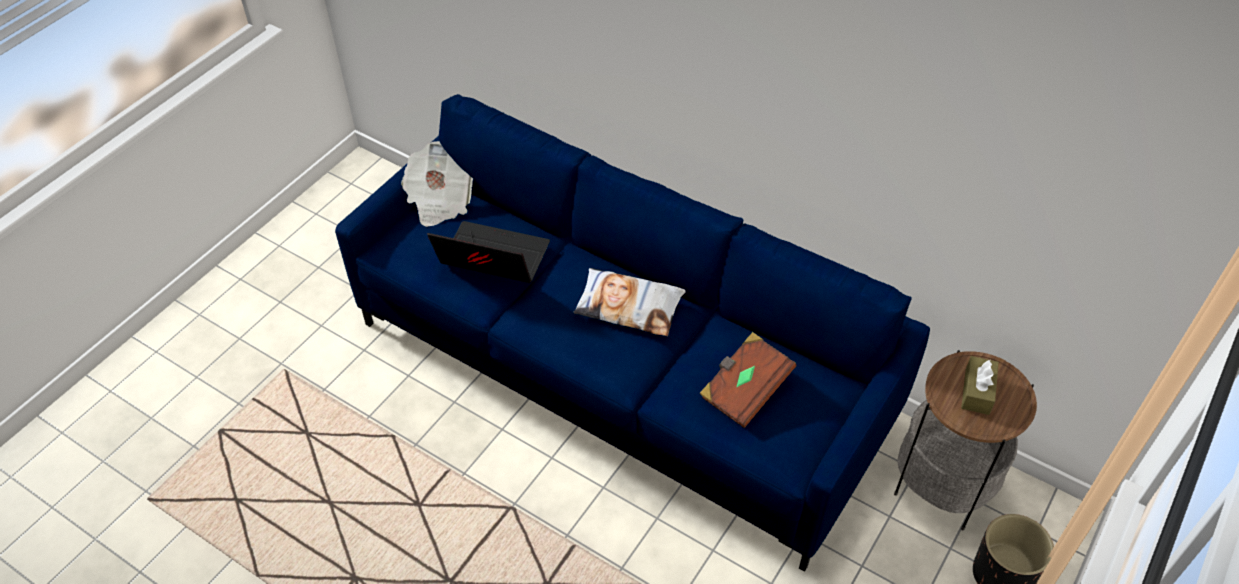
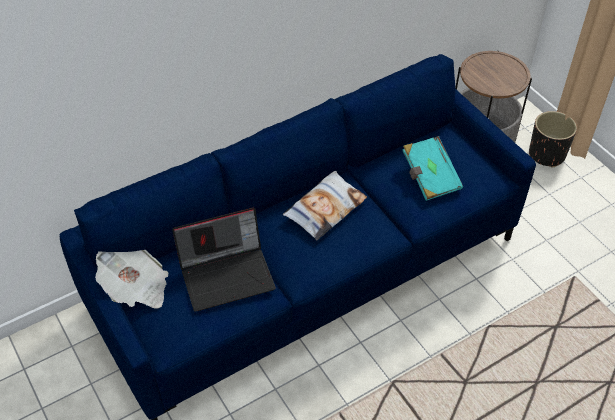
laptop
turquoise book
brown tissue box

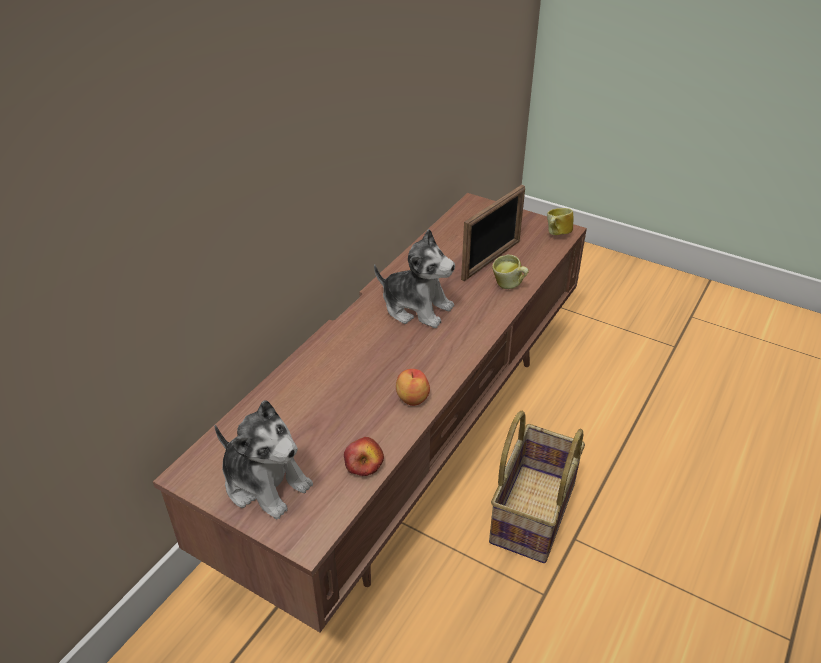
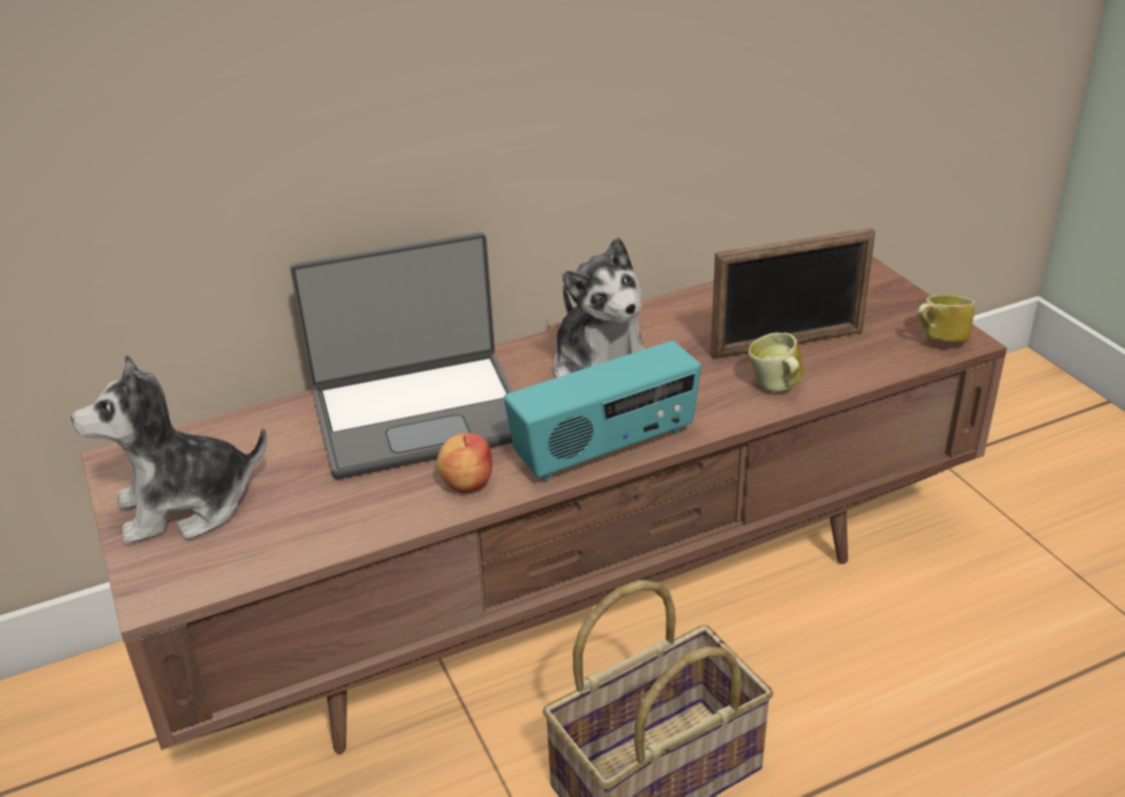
plush toy (no. 1 from left)
apple (no. 1 from left in the first image)
laptop
radio

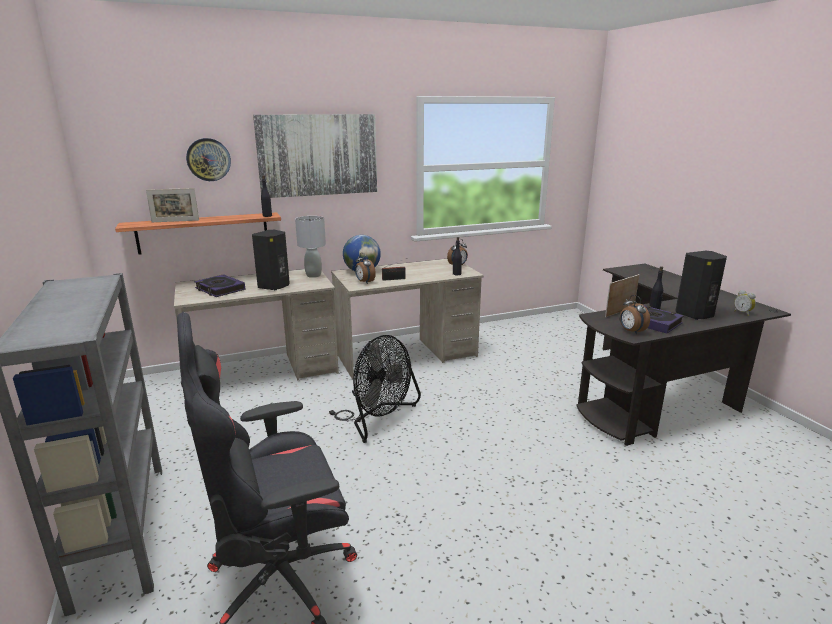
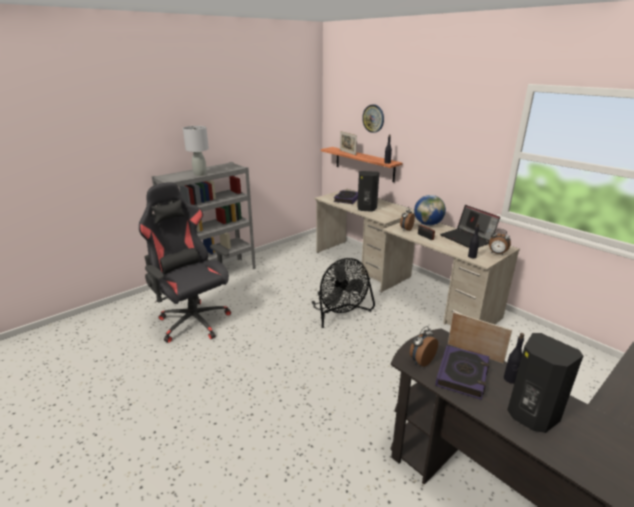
picture
grey table lamp
alarm clock (no. 4 from left in the first image)
black fan
laptop

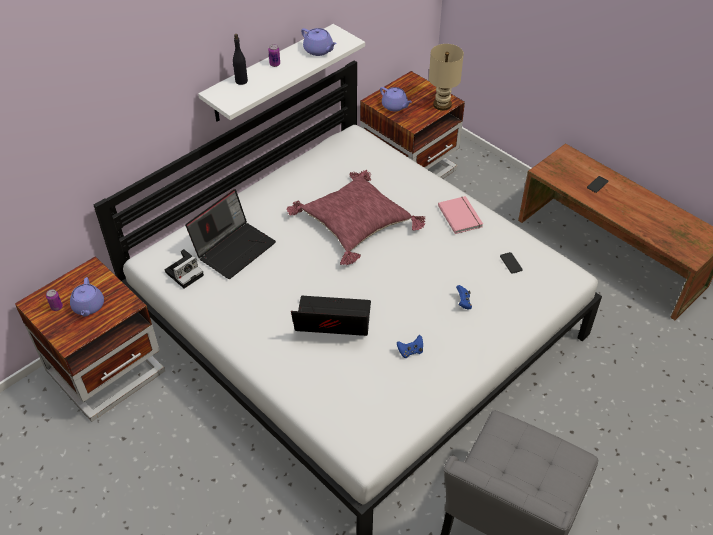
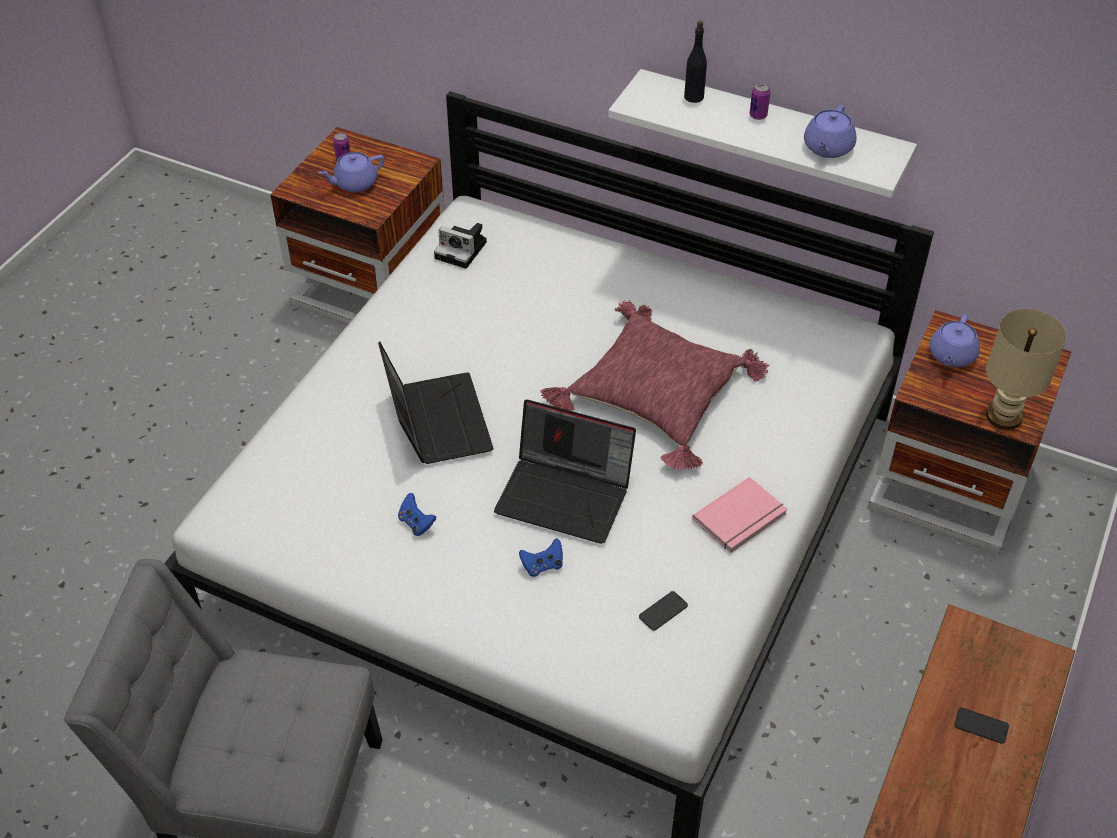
laptop (no. 2 from left)

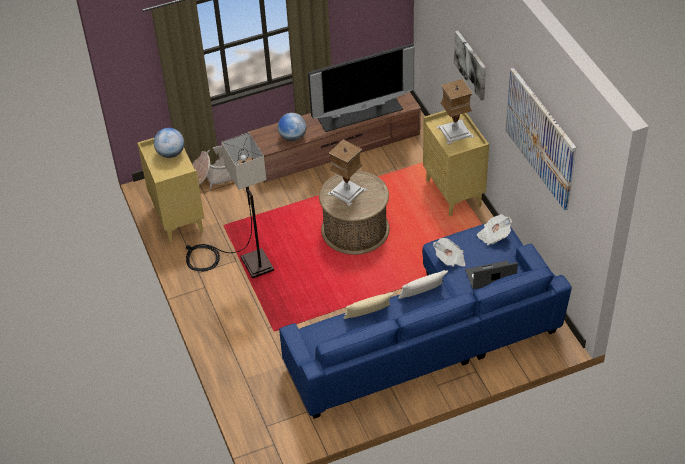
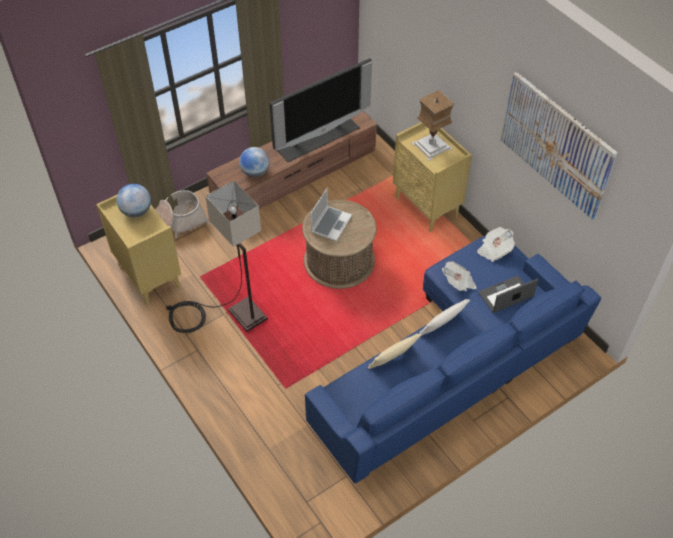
picture (no. 1 from left in the first image)
laptop (no. 1 from left)

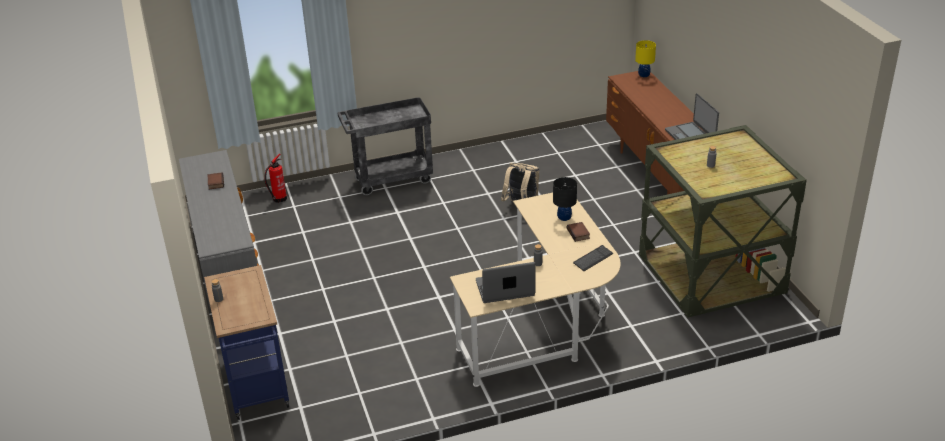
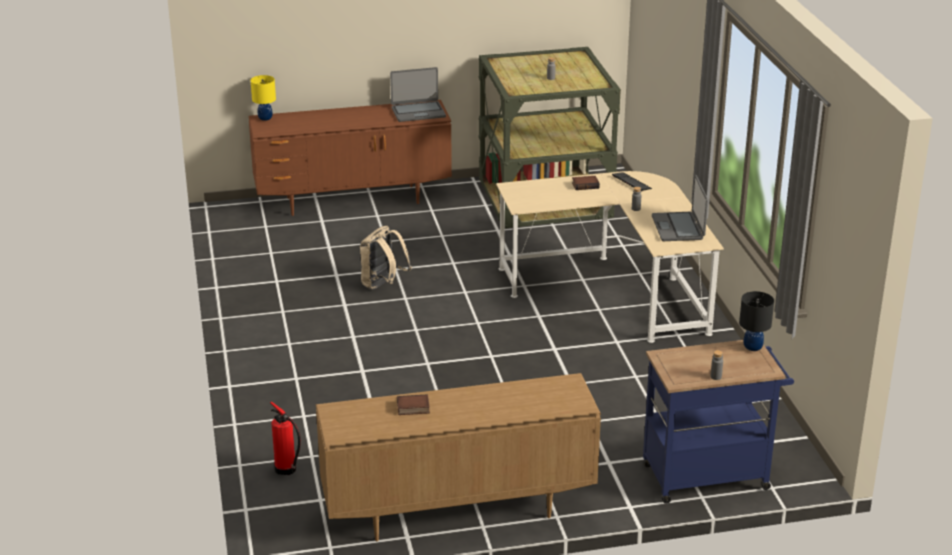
grey cart
brown dresser (no. 2 from left)
black table lamp

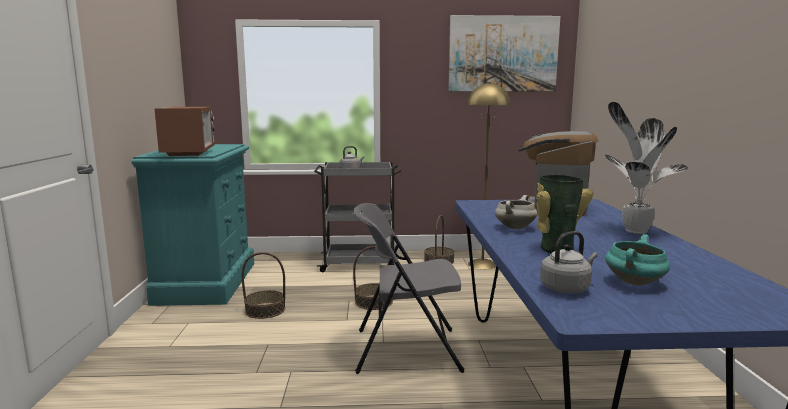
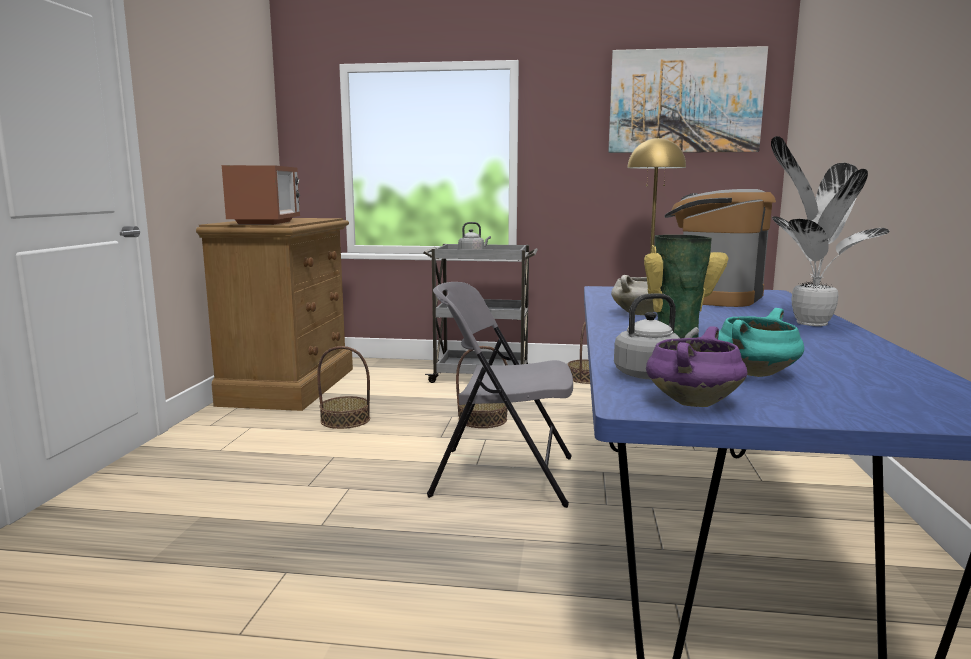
brown dresser
purple cooking pot

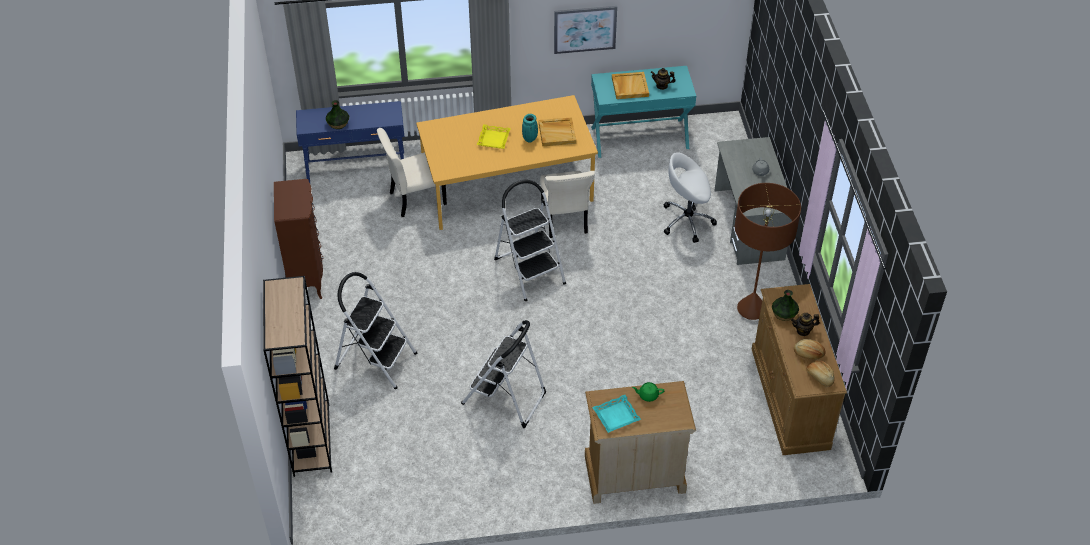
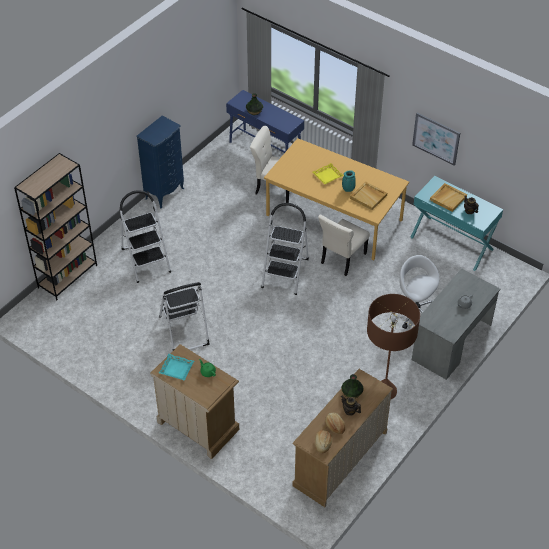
blue dresser

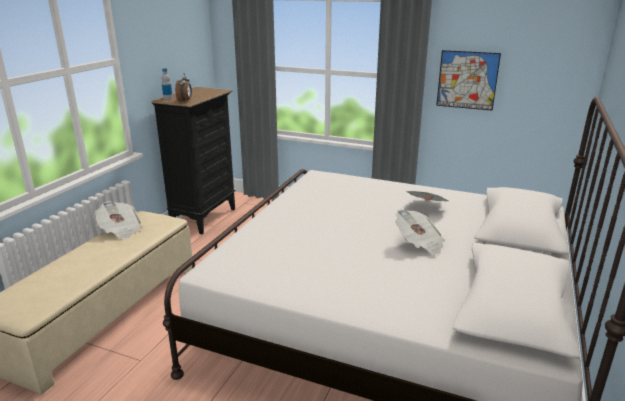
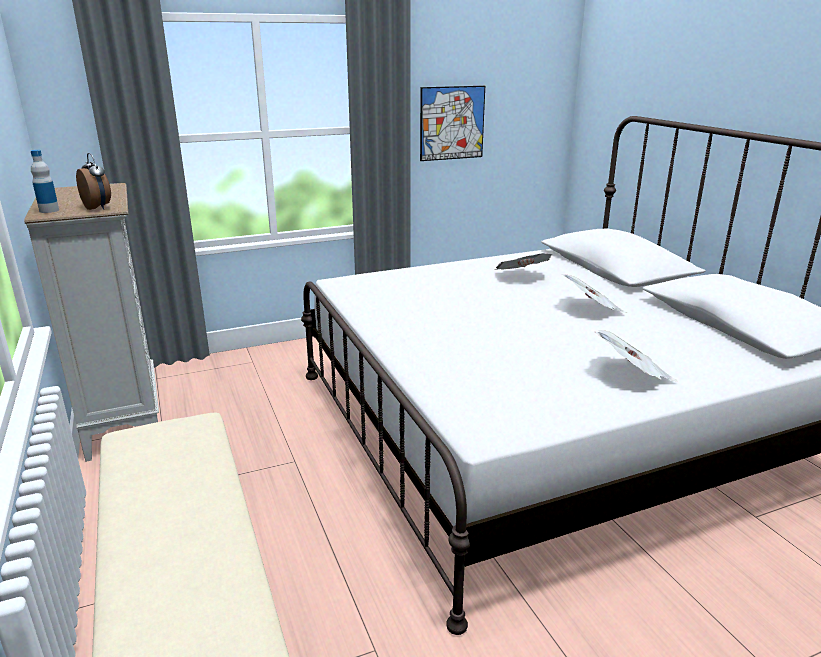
white dresser
newspaper (no. 3 from left)

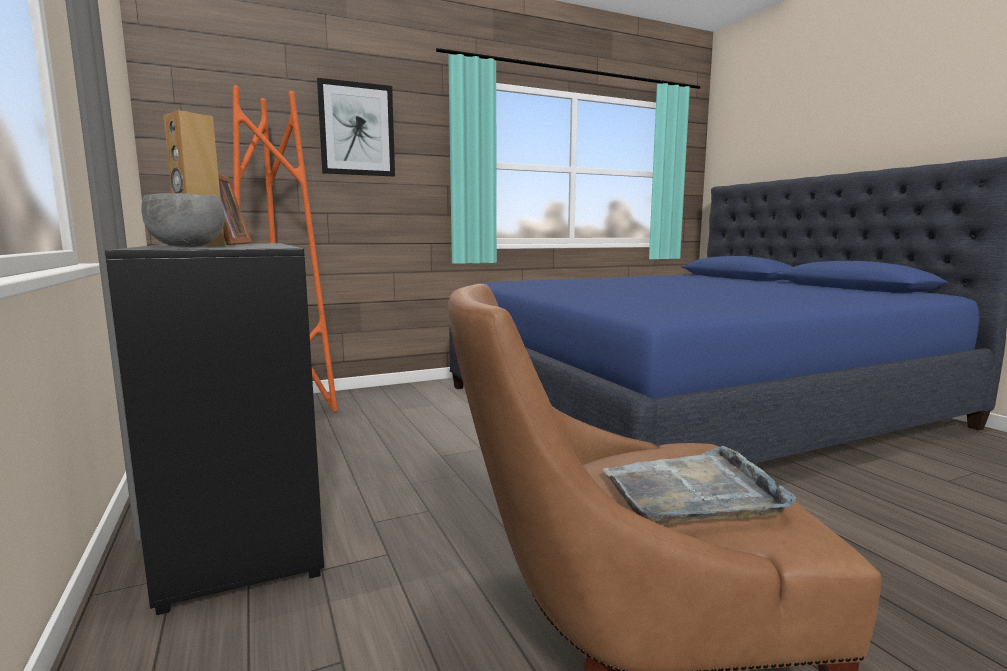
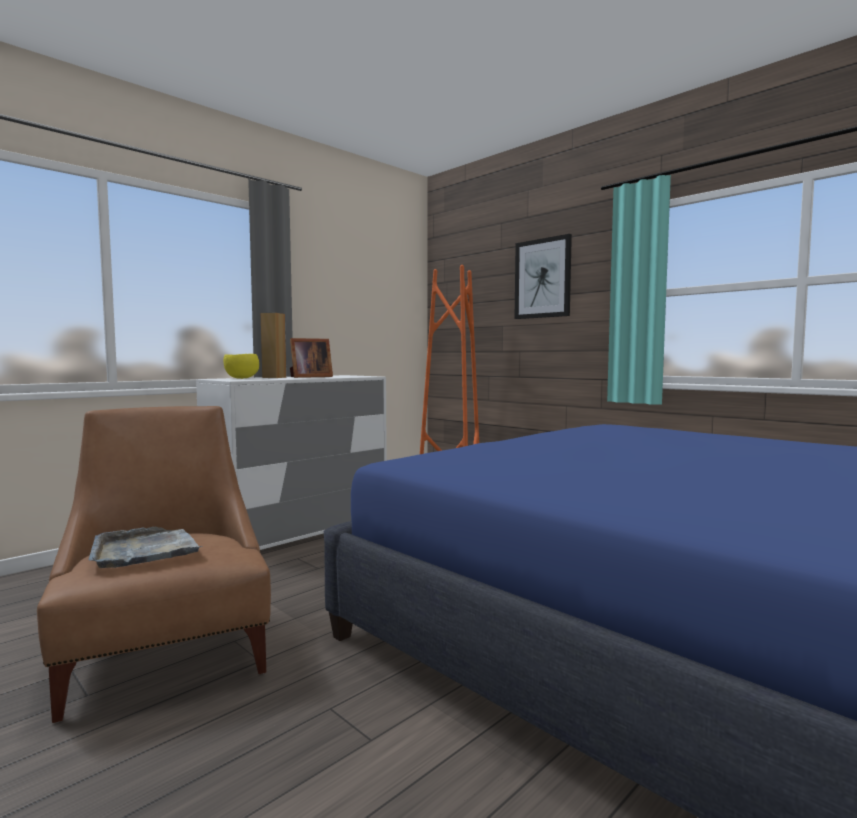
yellow bowl
white dresser

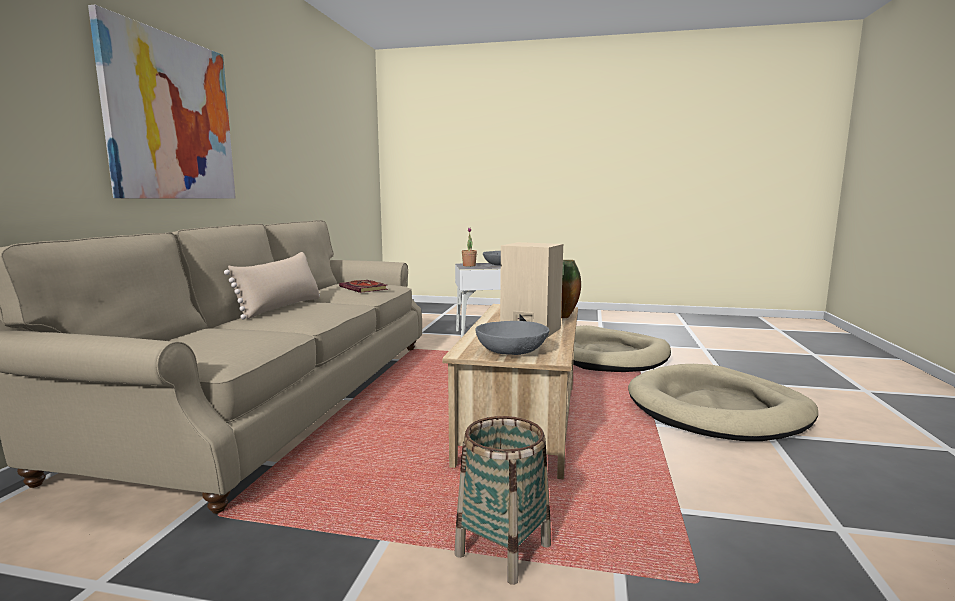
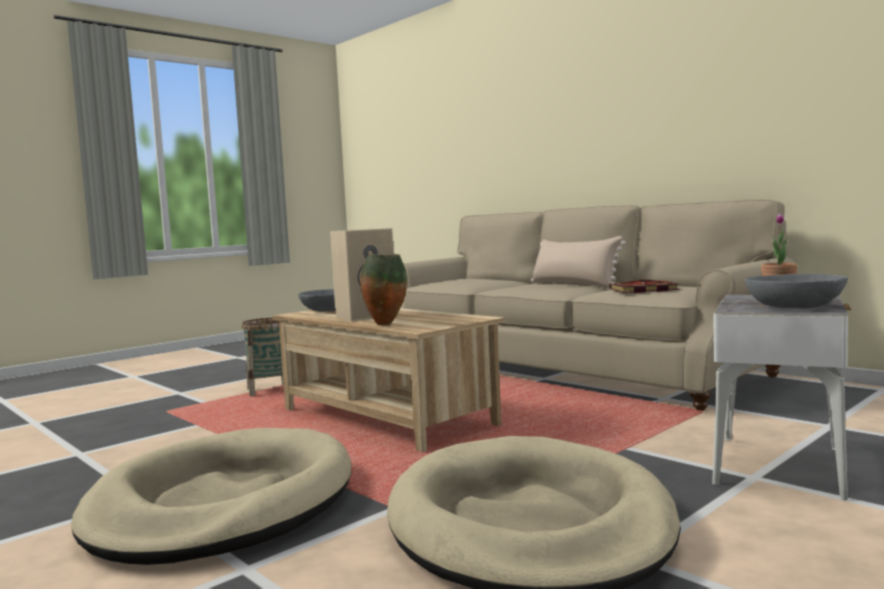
picture

